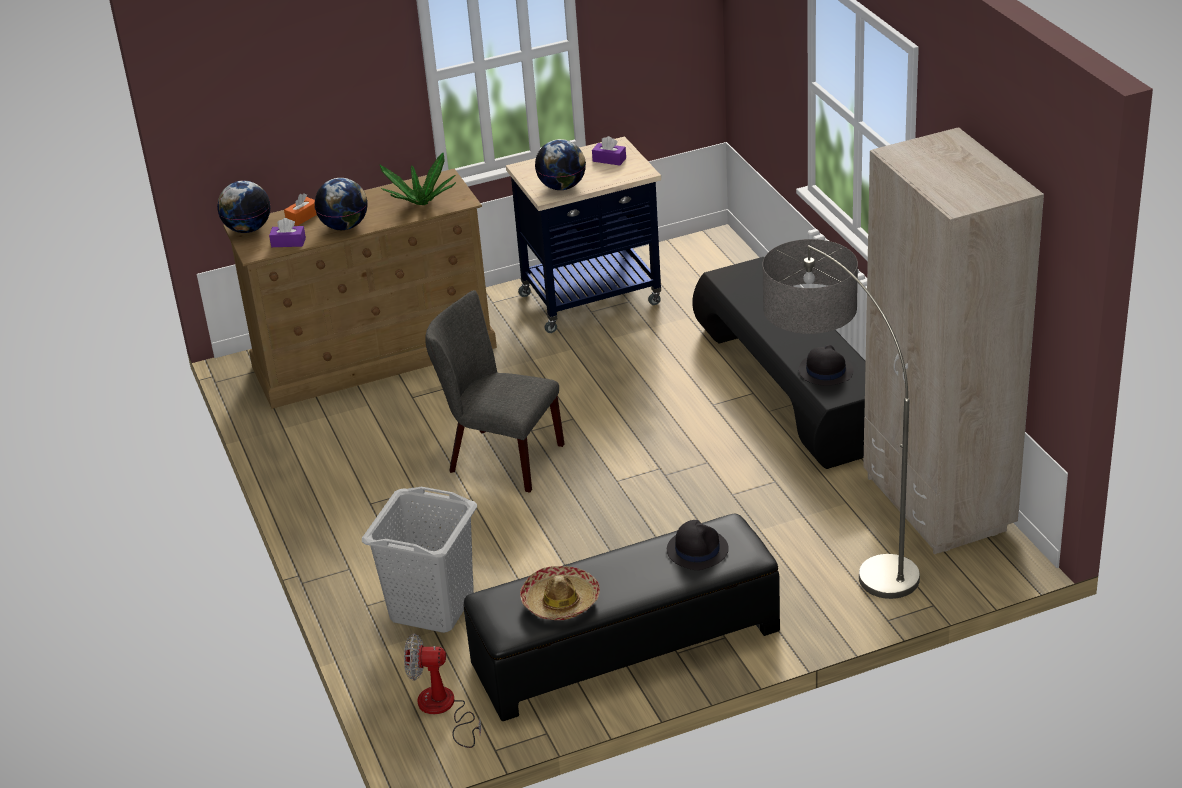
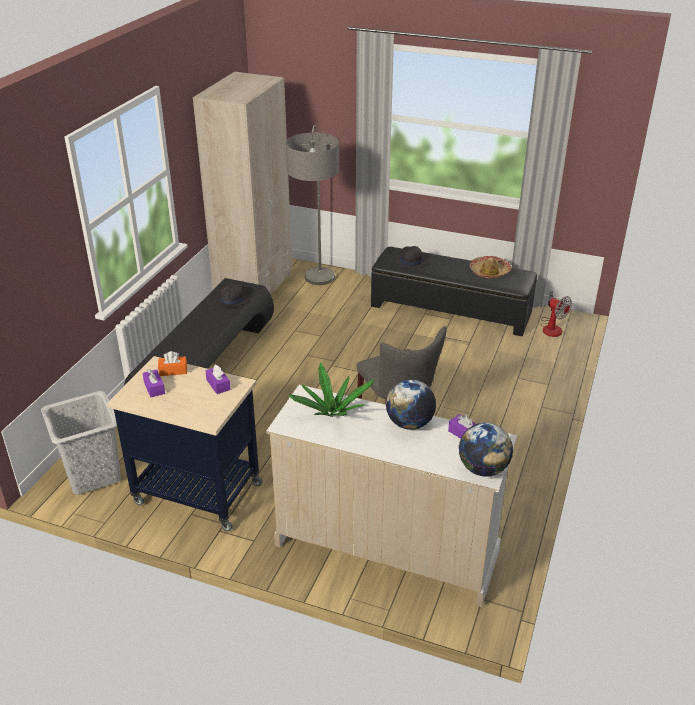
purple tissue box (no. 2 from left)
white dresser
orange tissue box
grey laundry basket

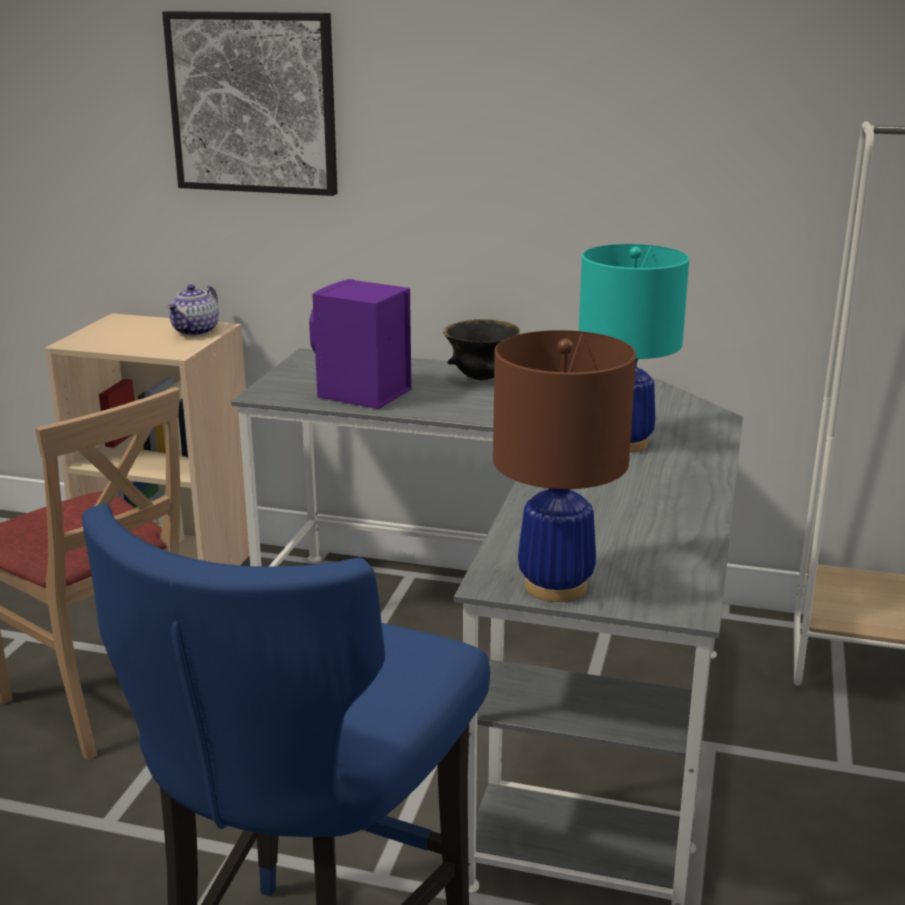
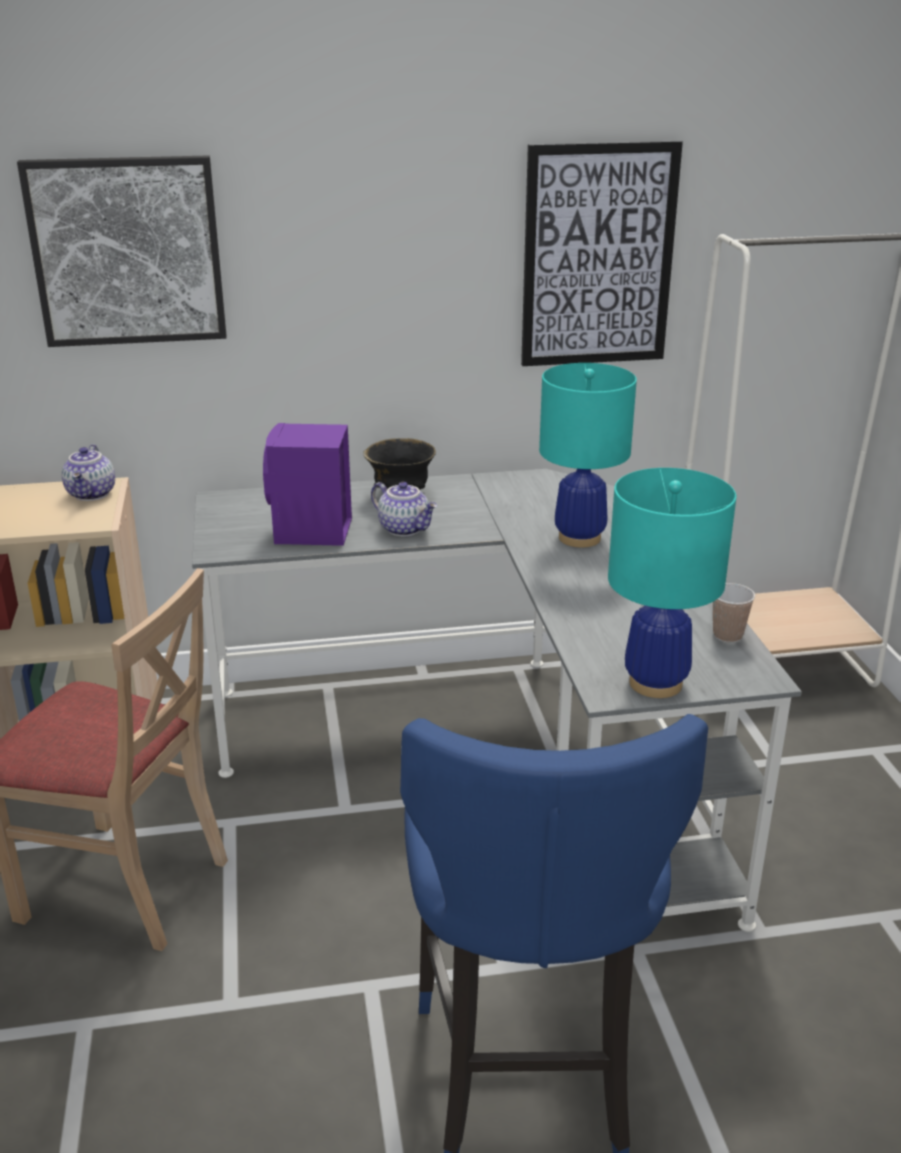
turquoise table lamp (no. 2 from left)
picture (no. 2 from left)
teapot (no. 2 from left)
cup

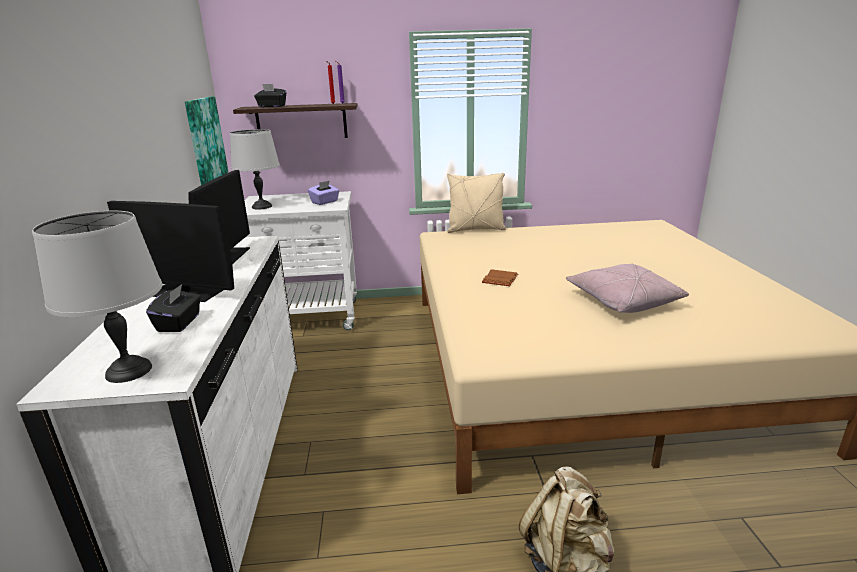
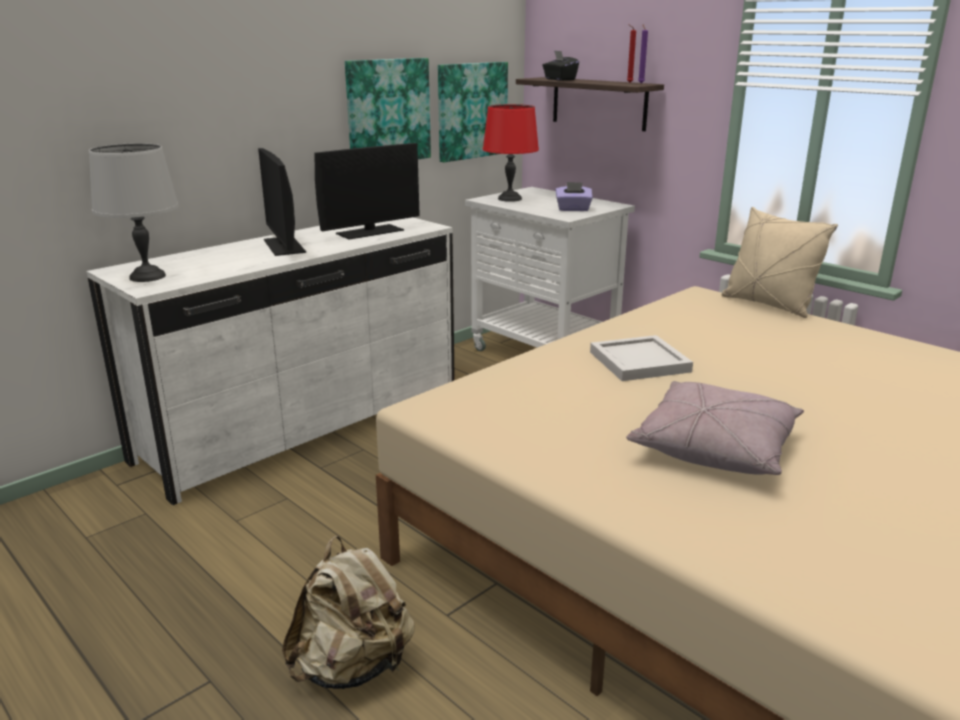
red table lamp
white tray
black tissue box (no. 1 from left in the first image)
picture (no. 1 from left)

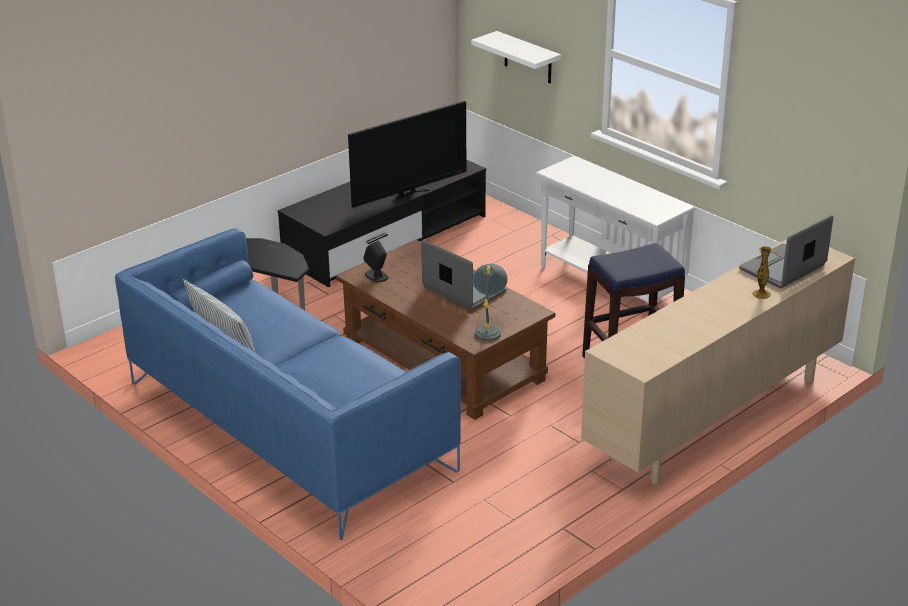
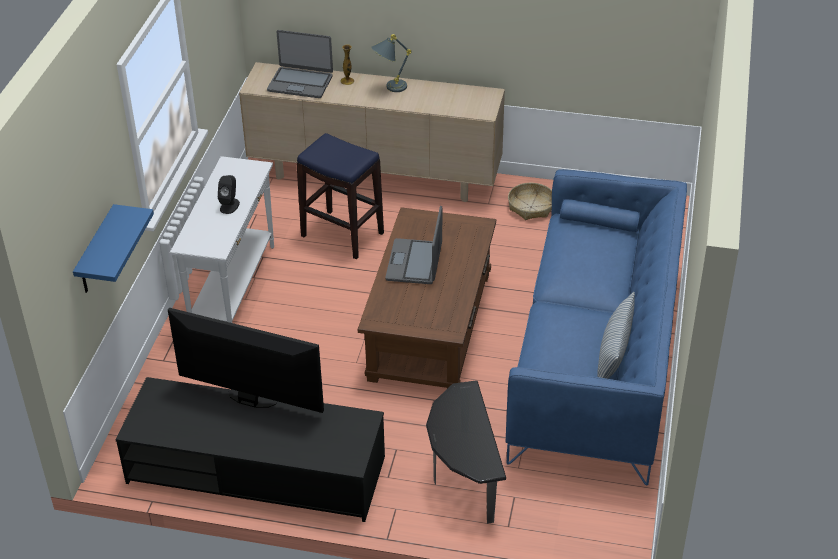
blue shelf
black speaker
grey table lamp
basket

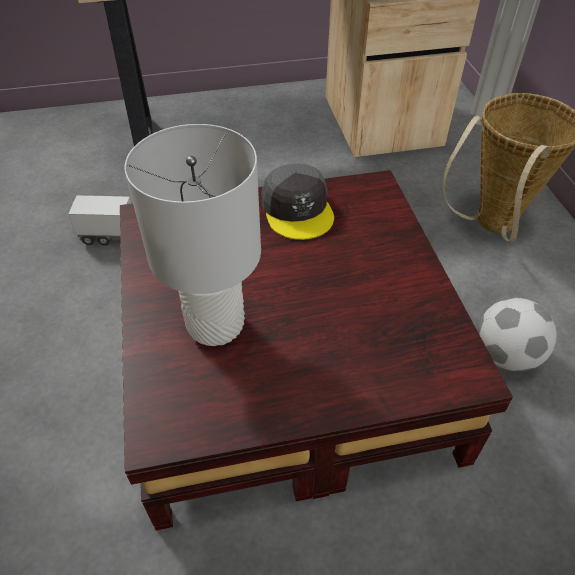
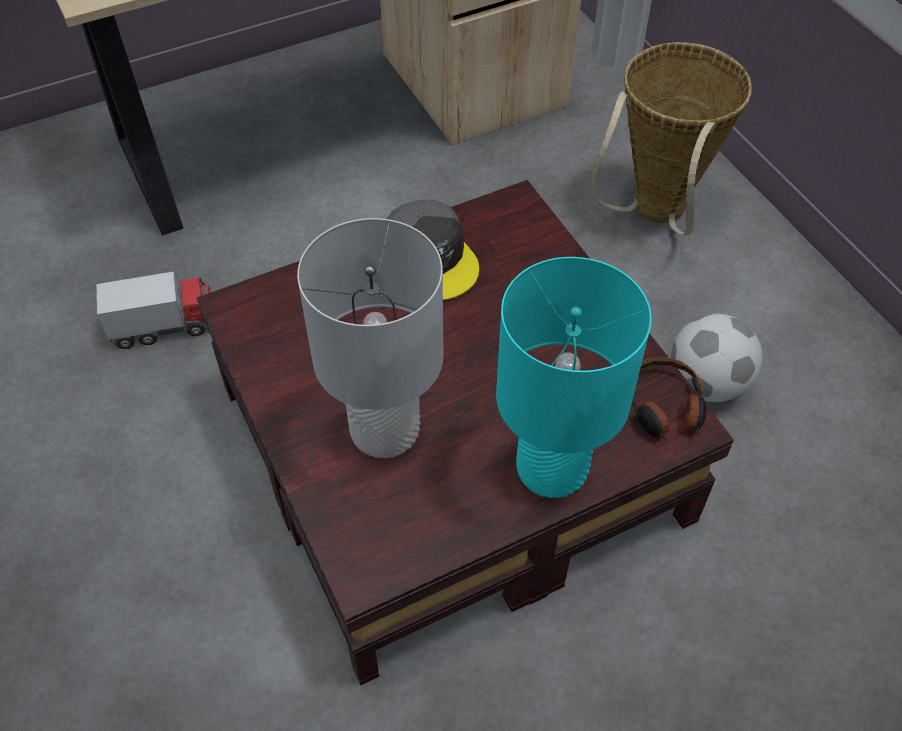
turquoise table lamp
headphones

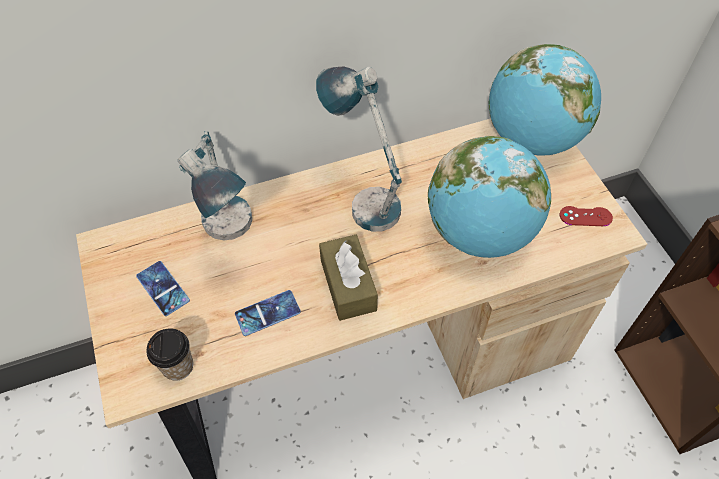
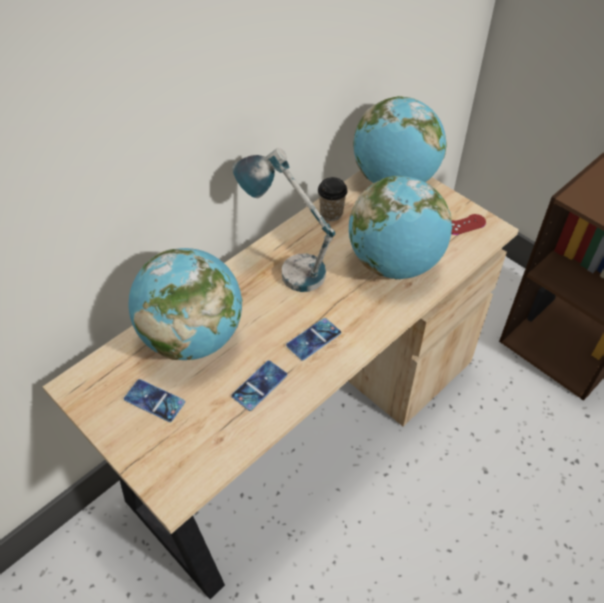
globe (no. 1 from left)
phone (no. 3 from left)
cup

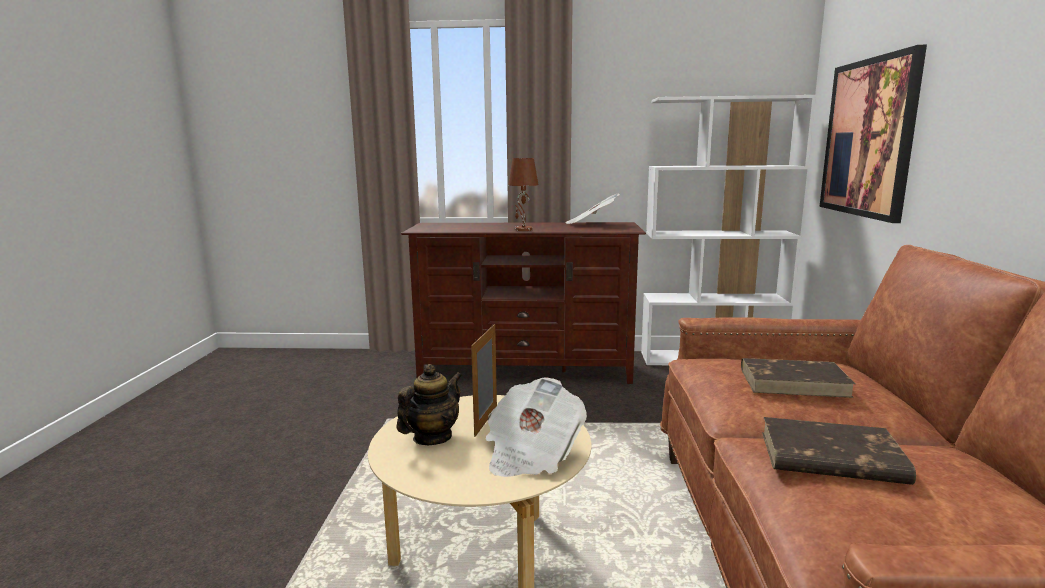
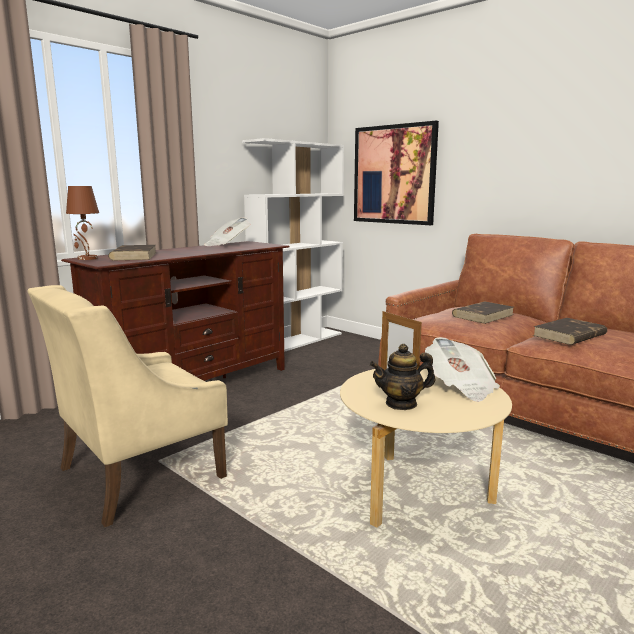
brown table lamp
teapot
brown book (no. 1 from left)
beige armchair

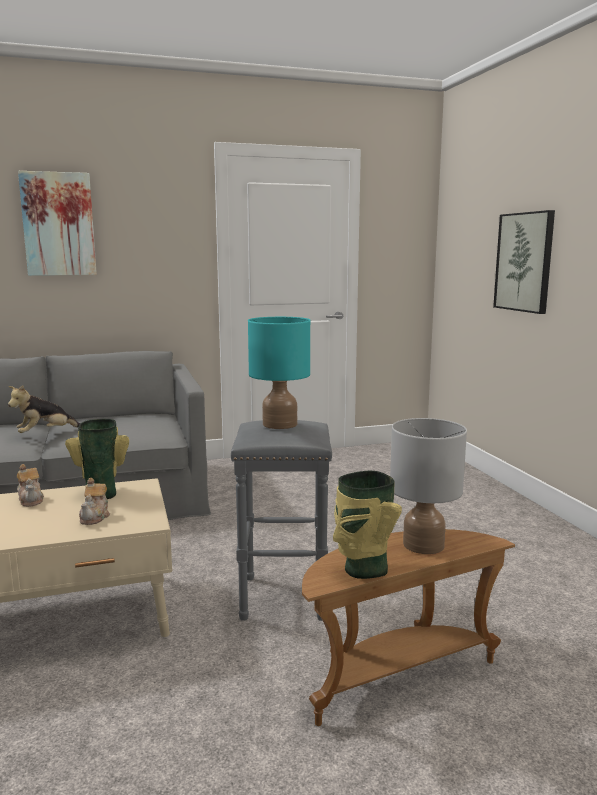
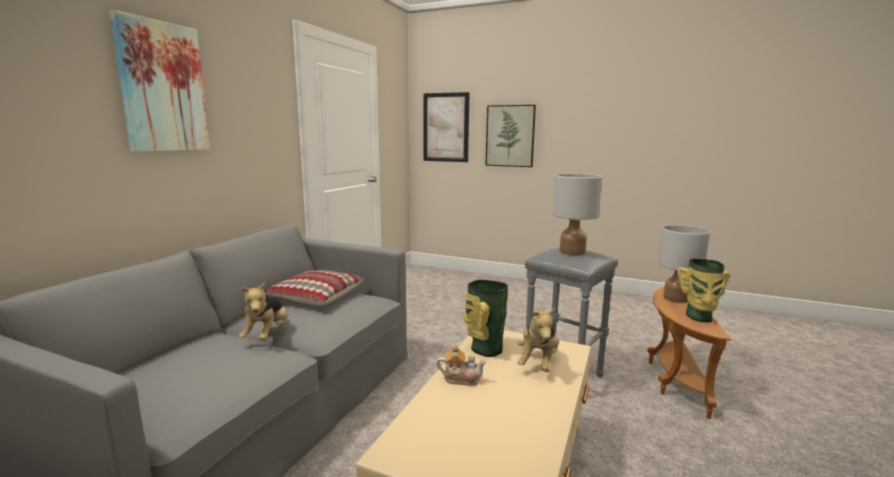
grey table lamp (no. 1 from left)
plush toy (no. 2 from left)
picture (no. 2 from left)
pillow

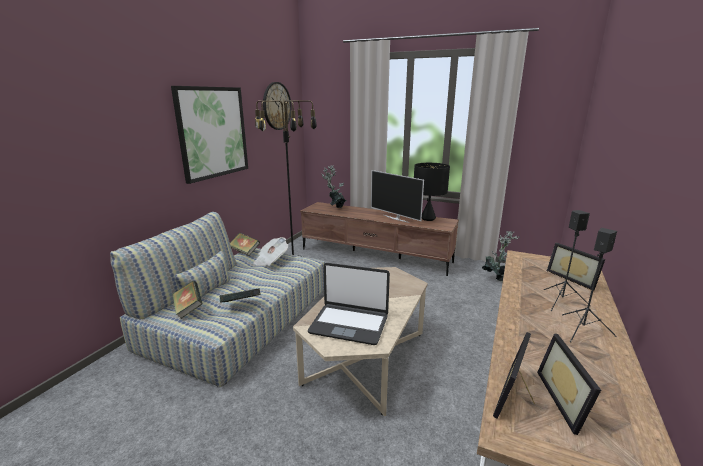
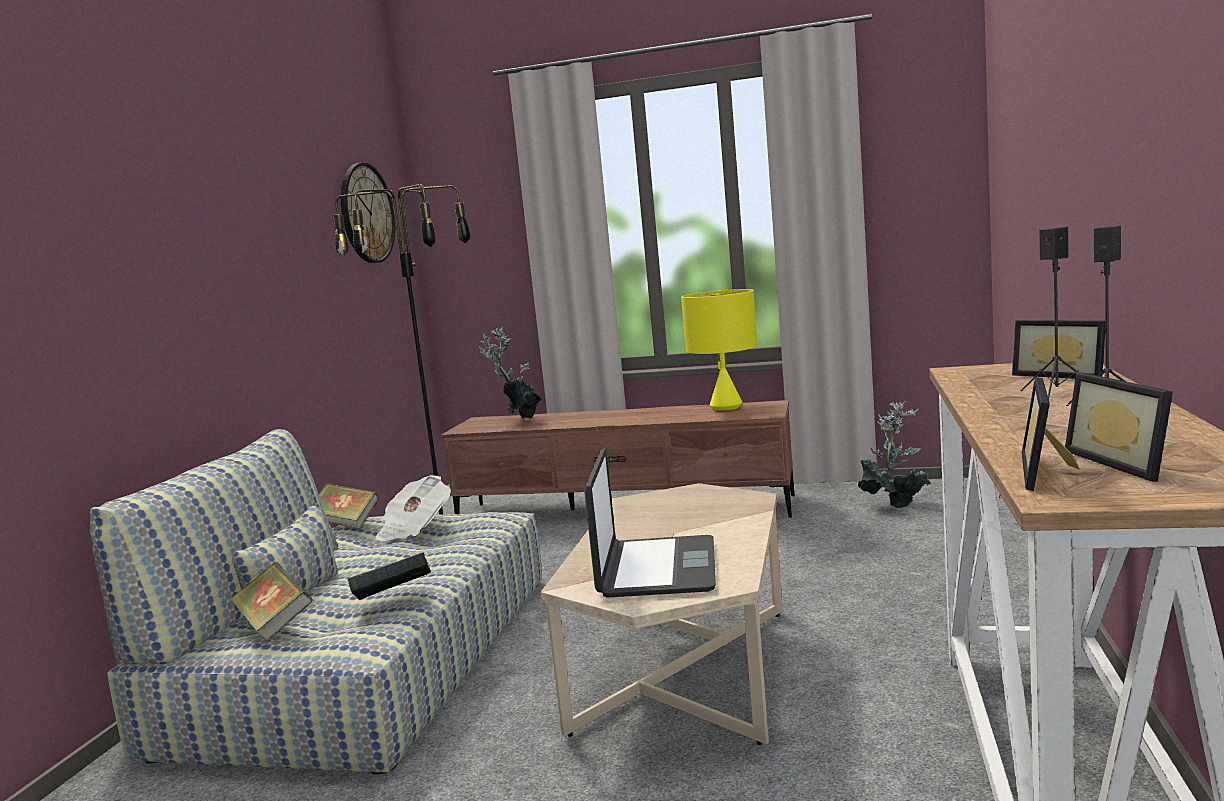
picture
yellow table lamp
television
laptop

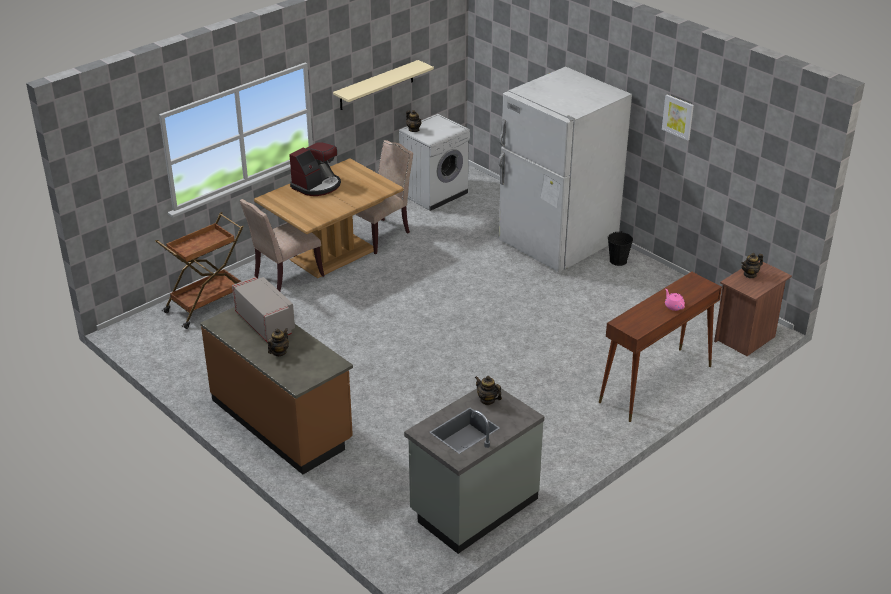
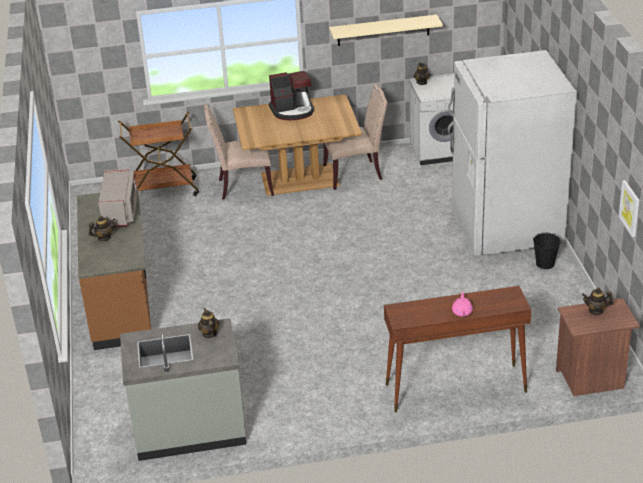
picture

